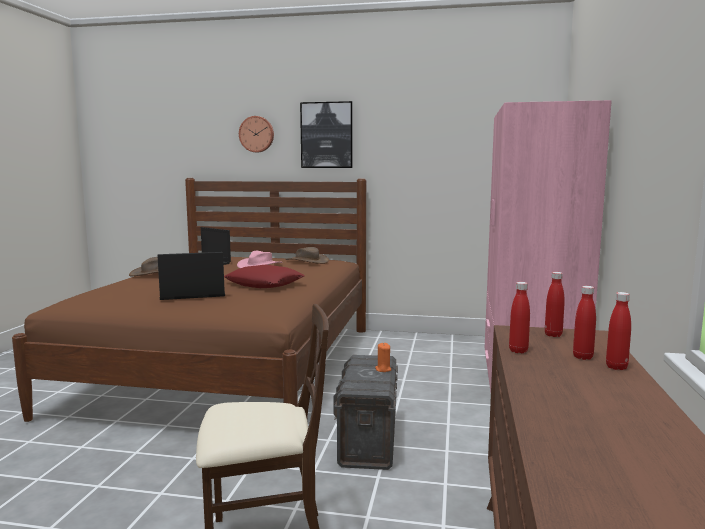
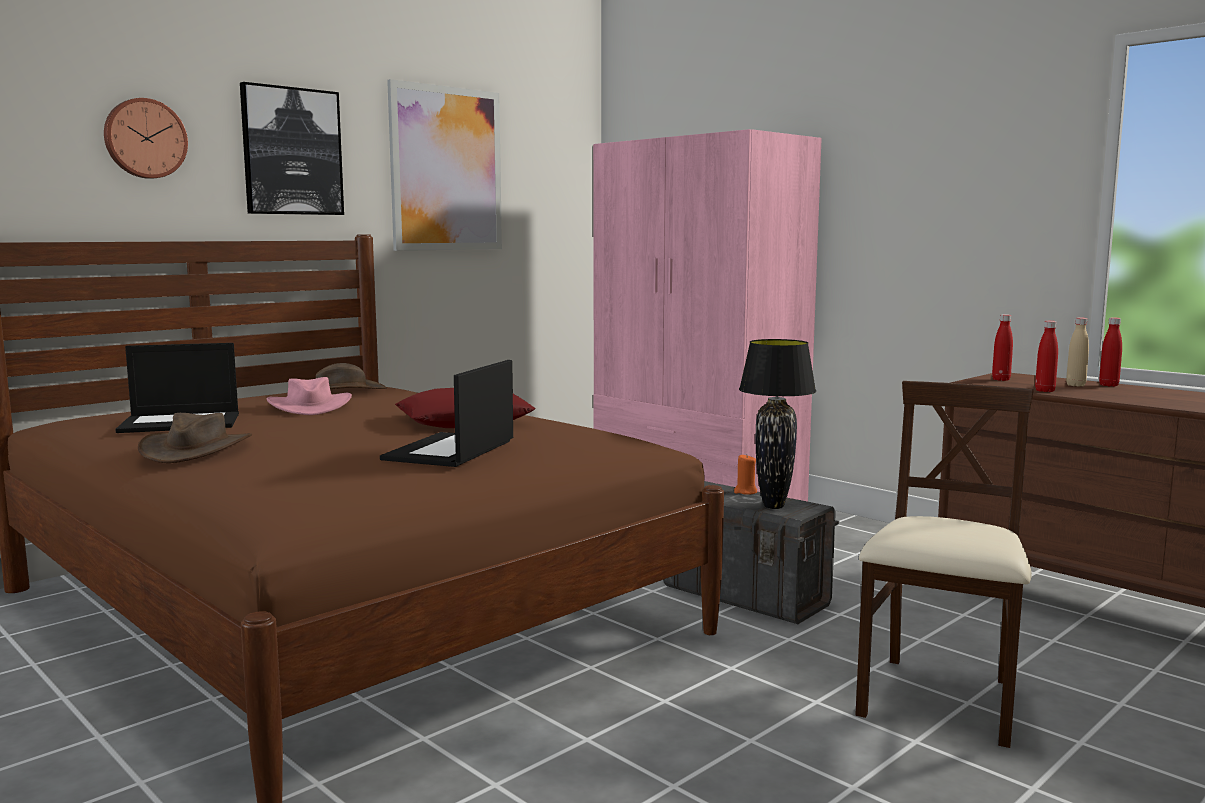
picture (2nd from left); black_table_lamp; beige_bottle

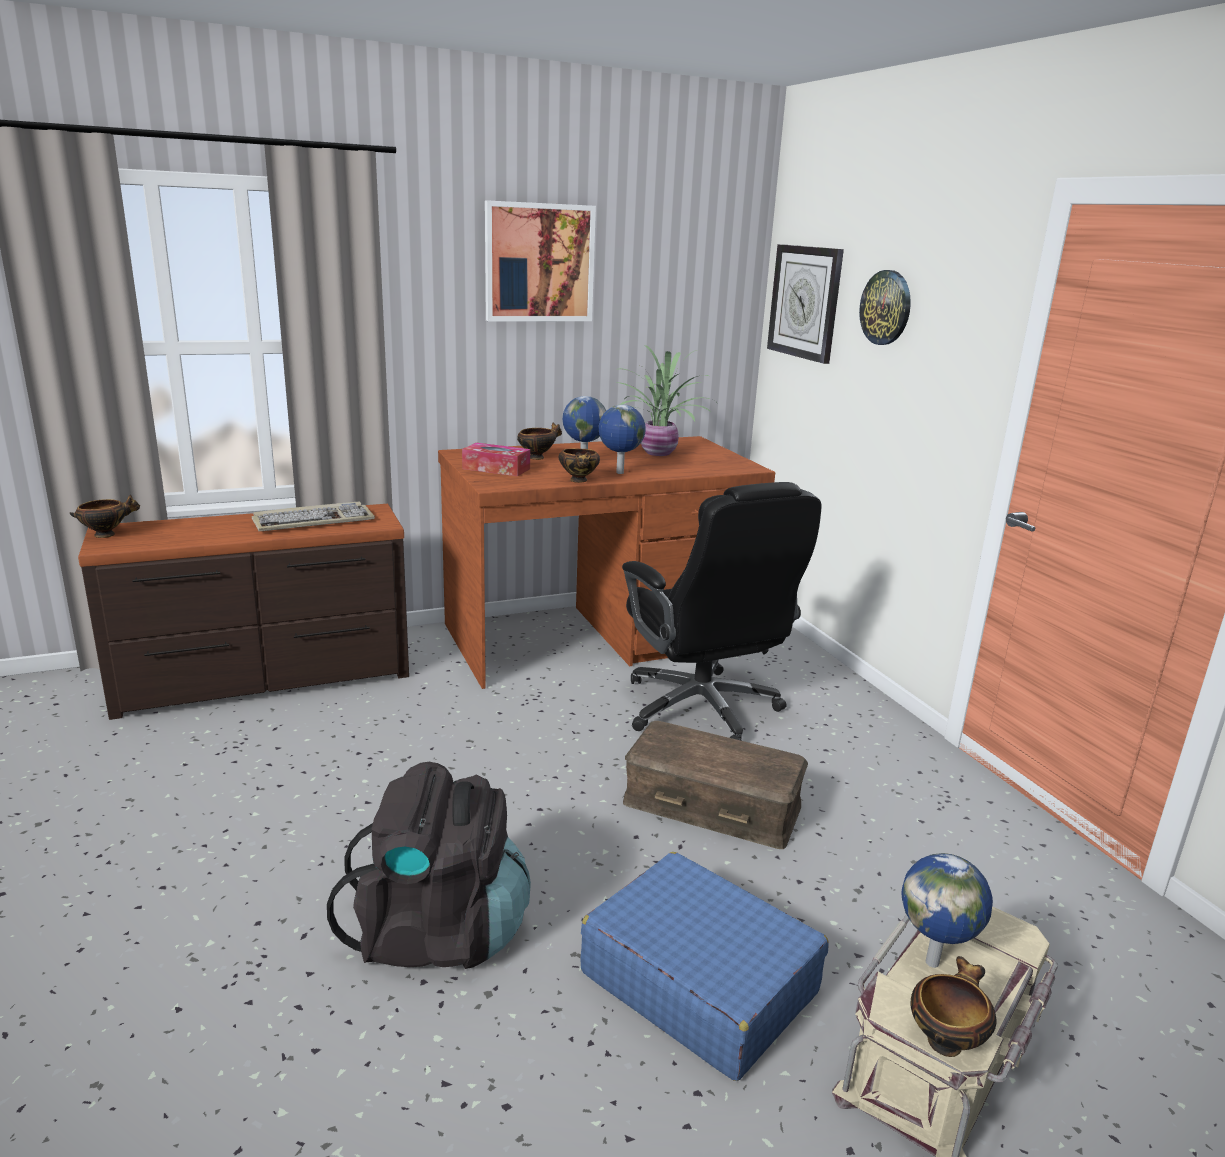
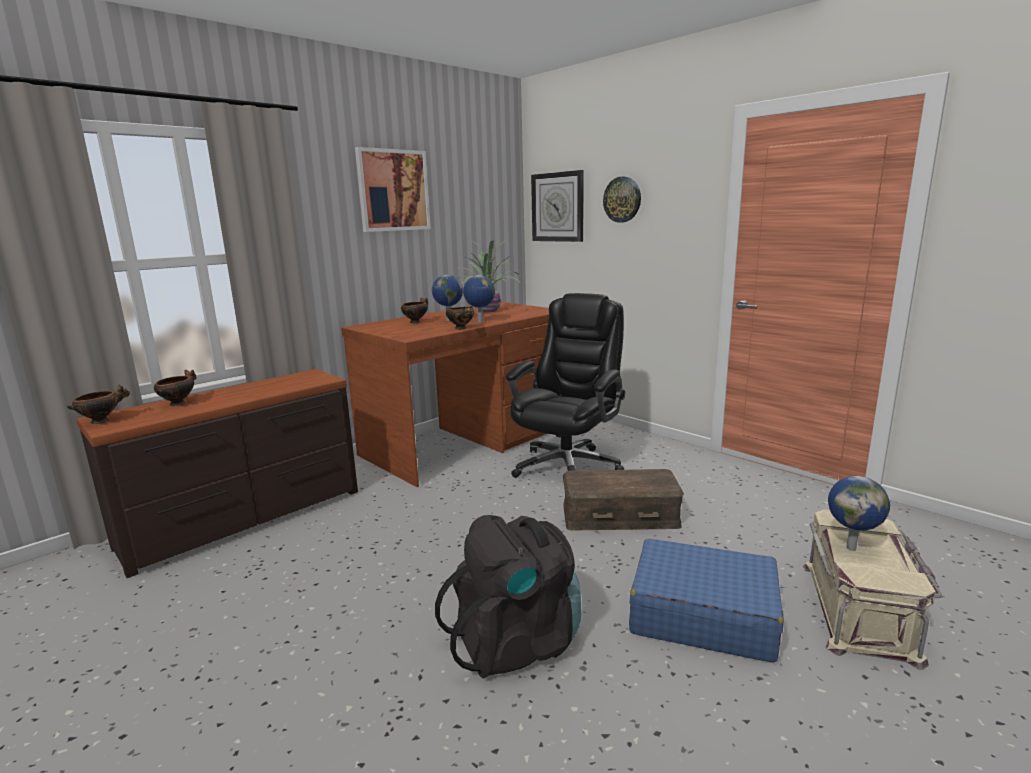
keyboard; tissue_box; bowl (2nd from left); black_office_chair

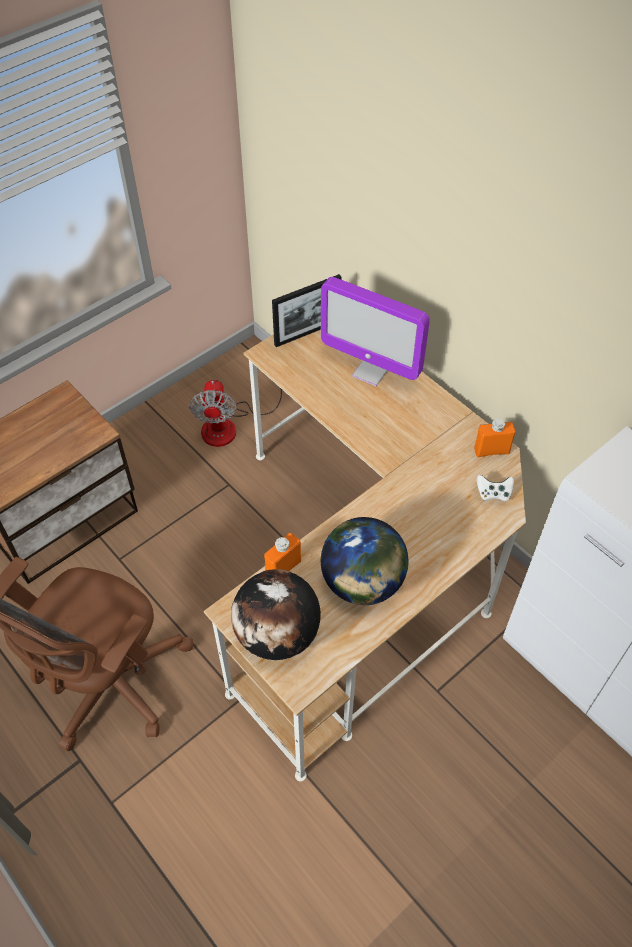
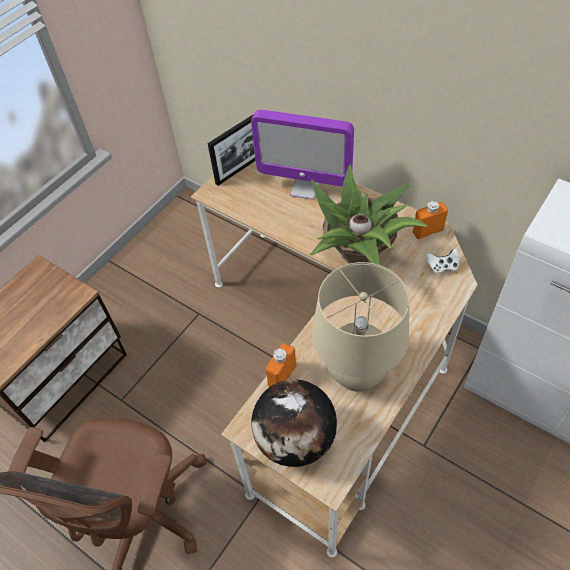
fan; potted_plant; beige_table_lamp

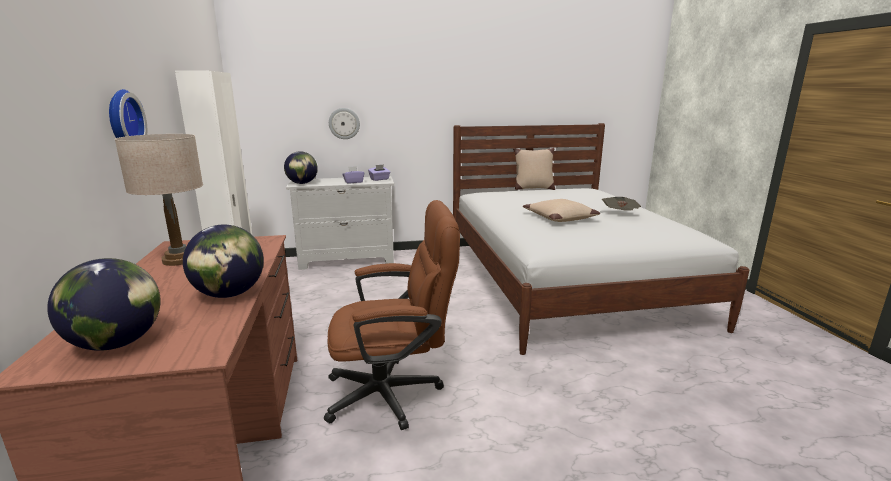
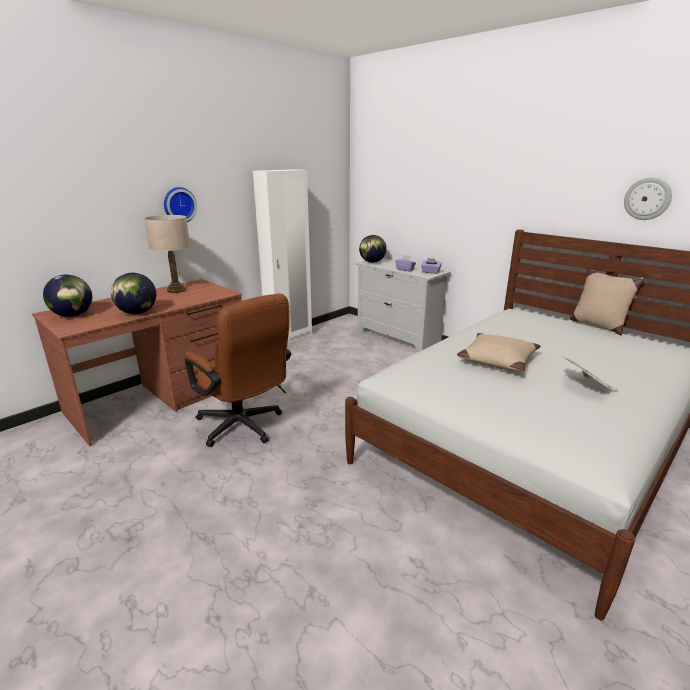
wall_clock (2nd from left)

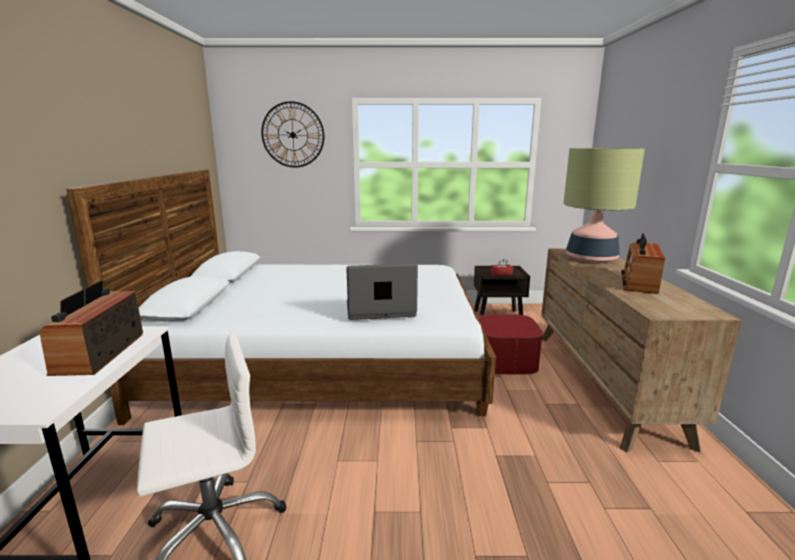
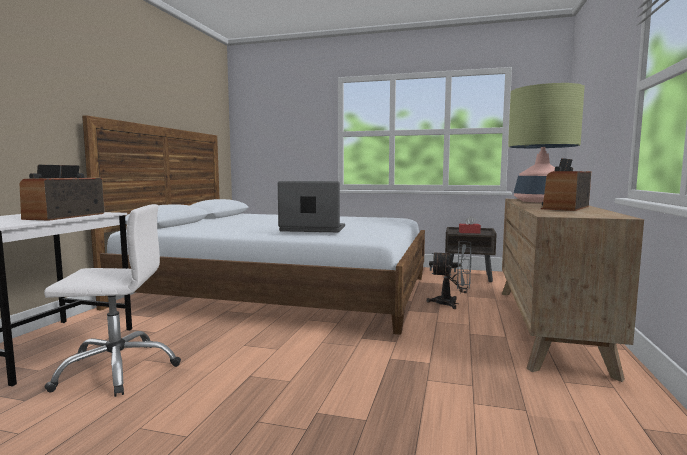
wall_clock; grey_fan

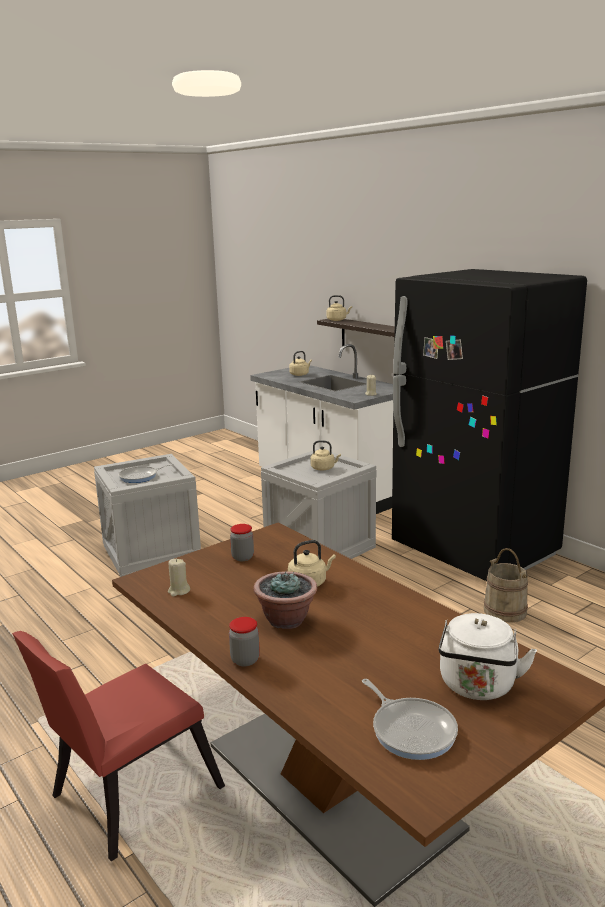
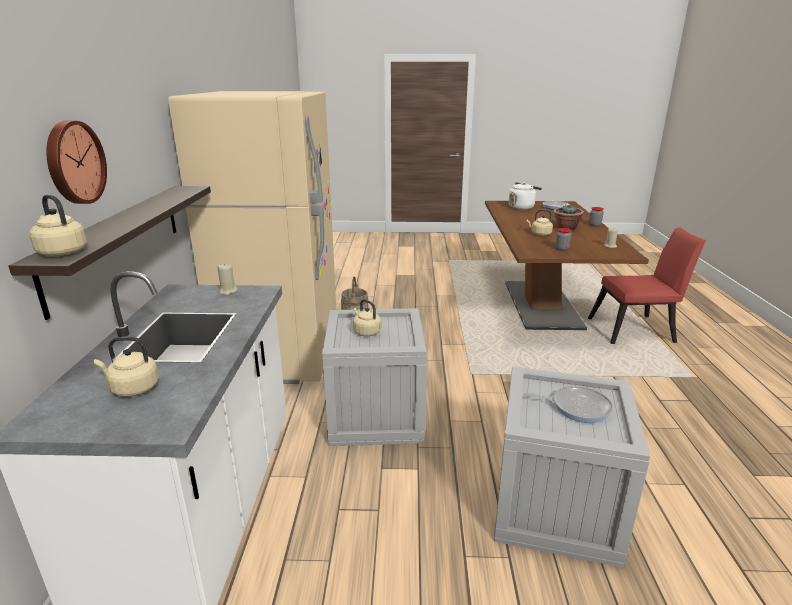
wall_clock; beige_fridge

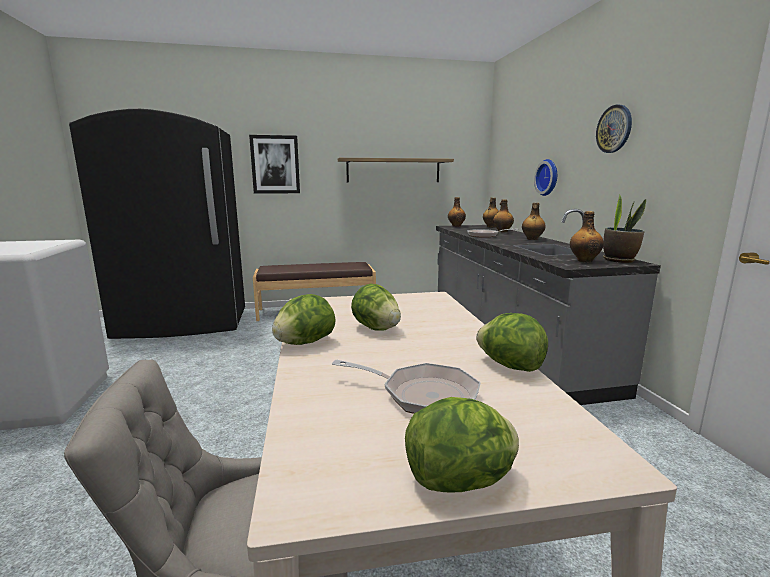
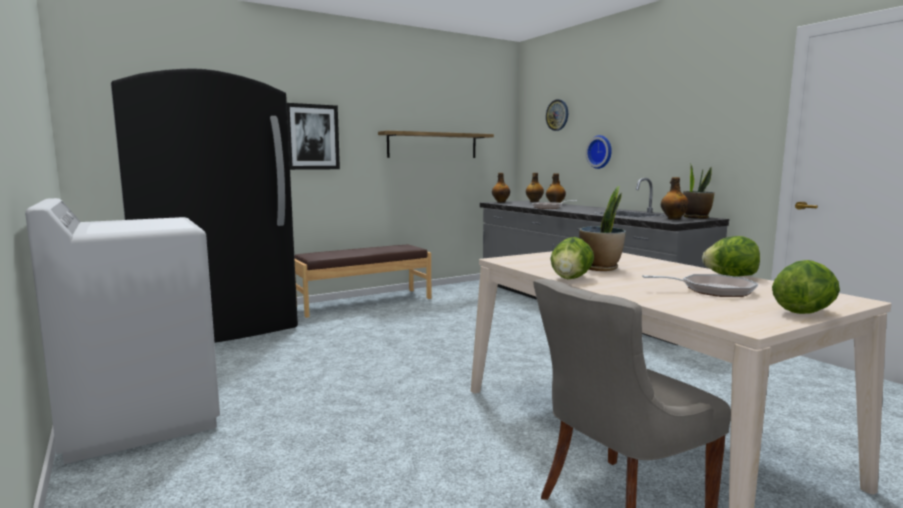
bottle (4th from left in the first image); wall_clock (1st from left); potted_plant (1st from left)

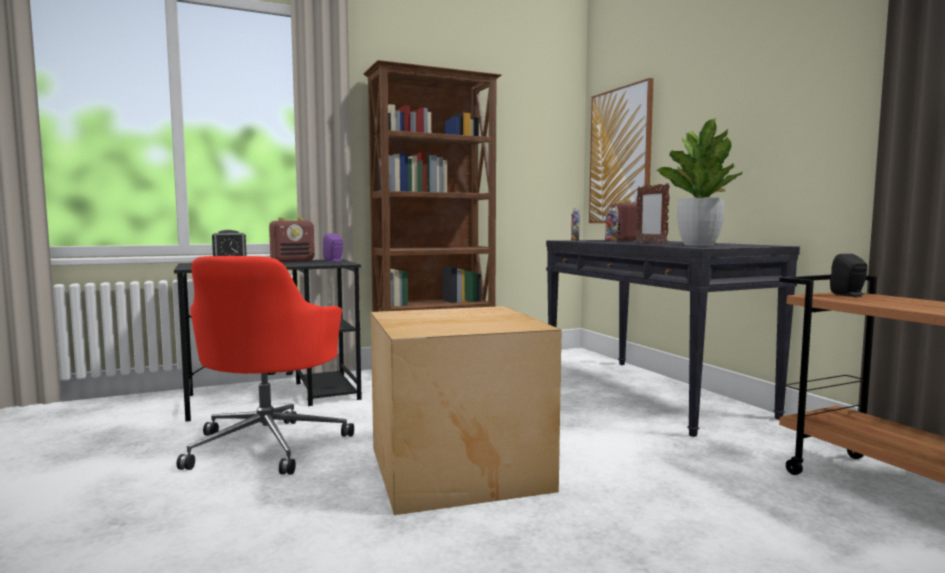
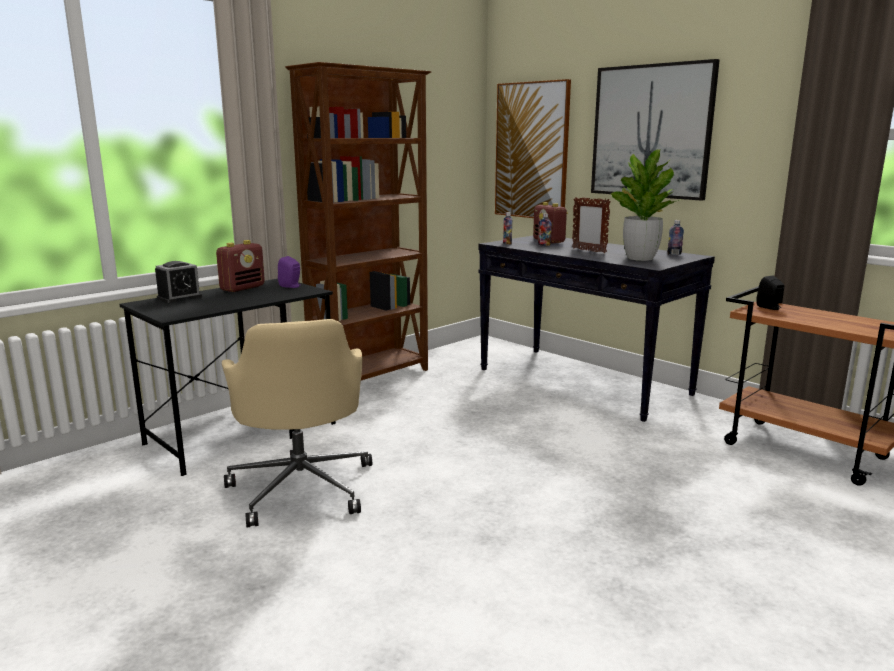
cardboard_box; picture (2nd from left); bottle (3rd from left); beige_office_chair

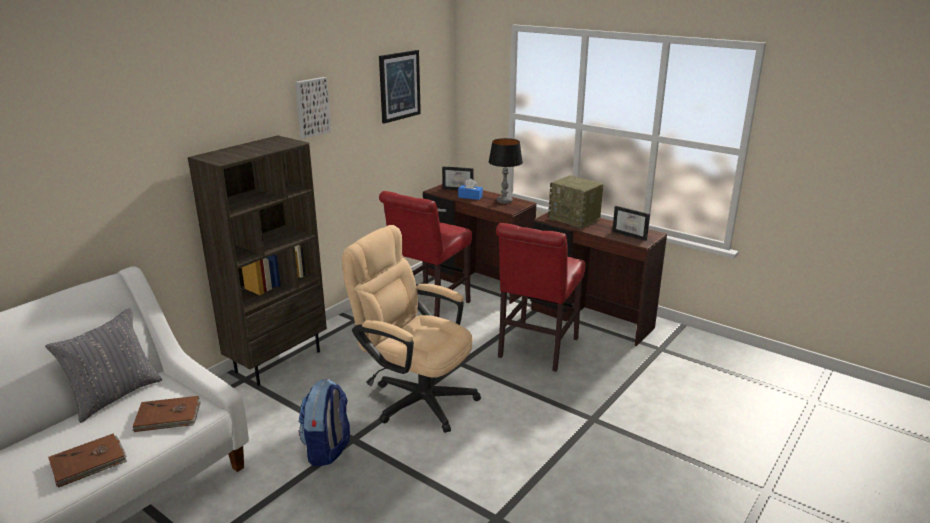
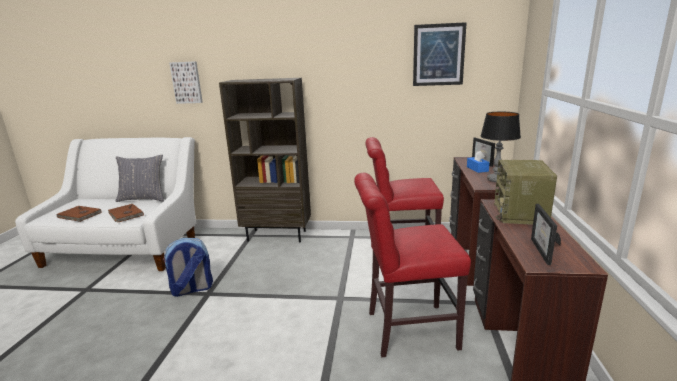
beige_office_chair; picture (1st from left)

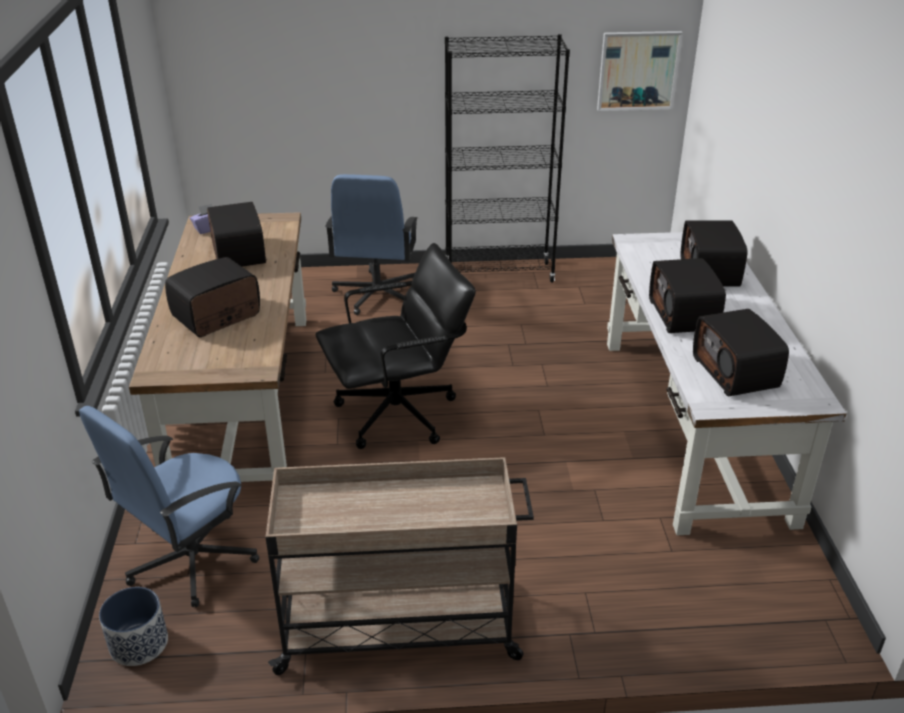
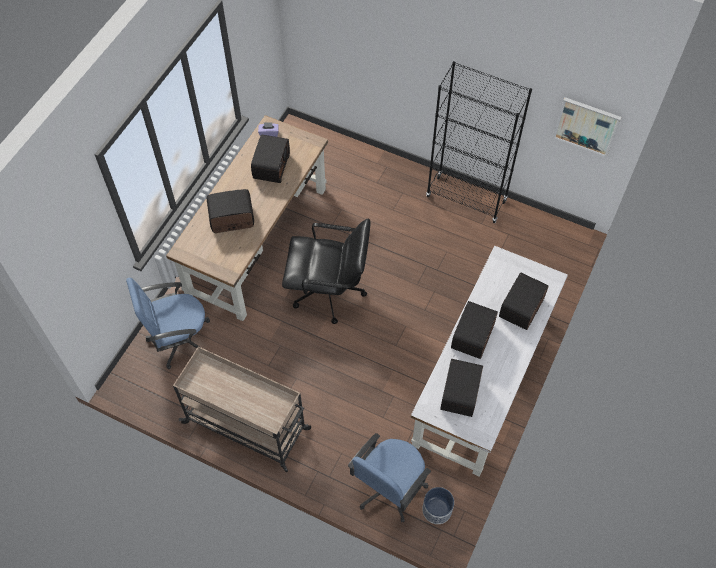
planter; blue_office_chair (2nd from left)

